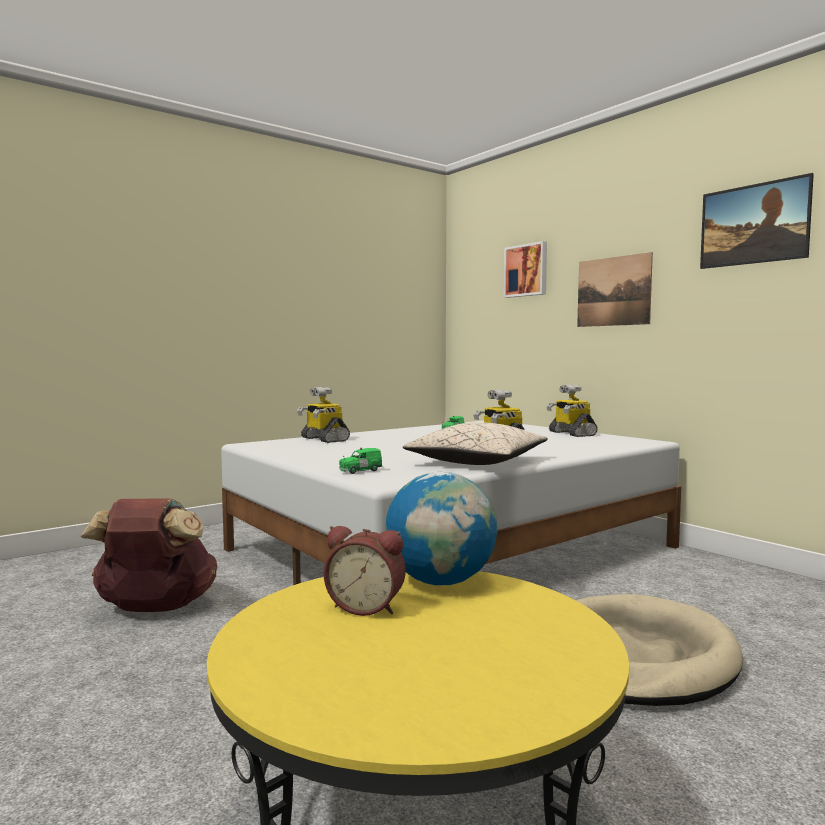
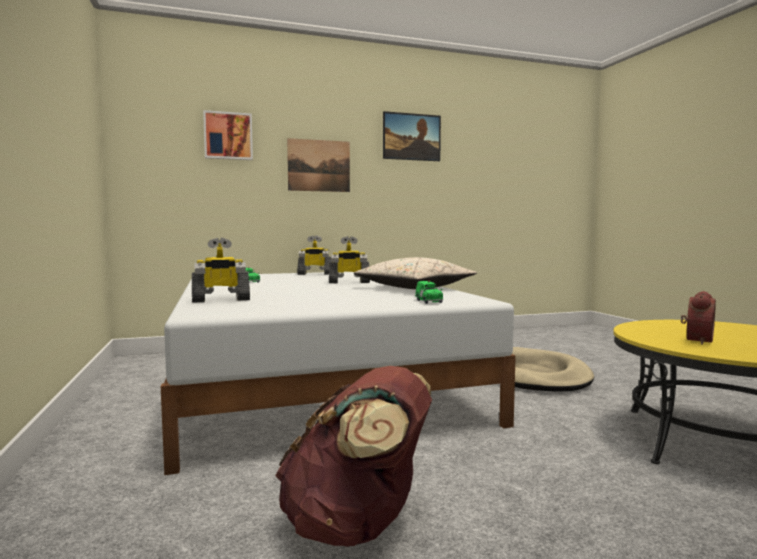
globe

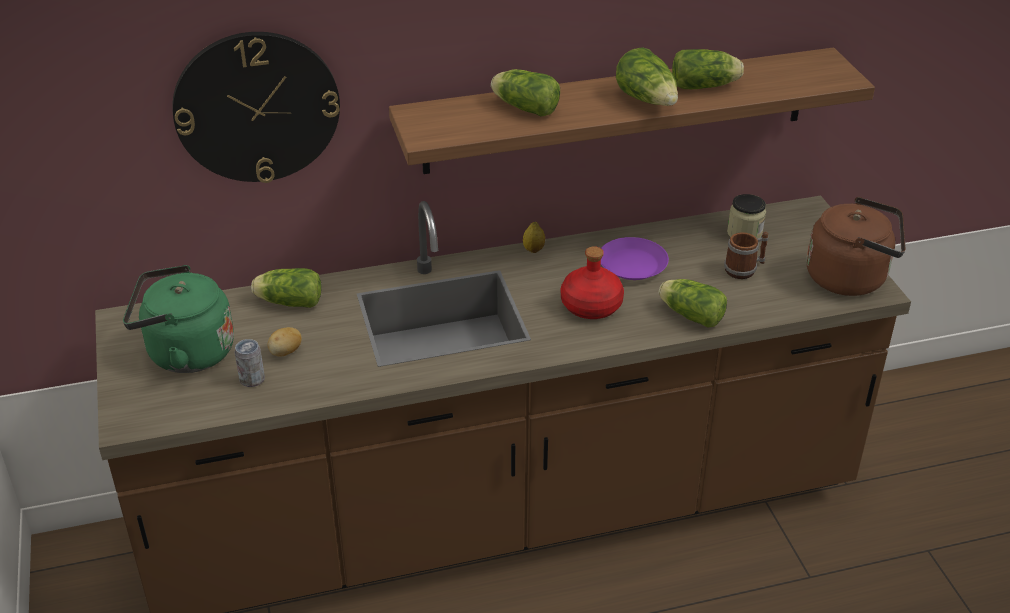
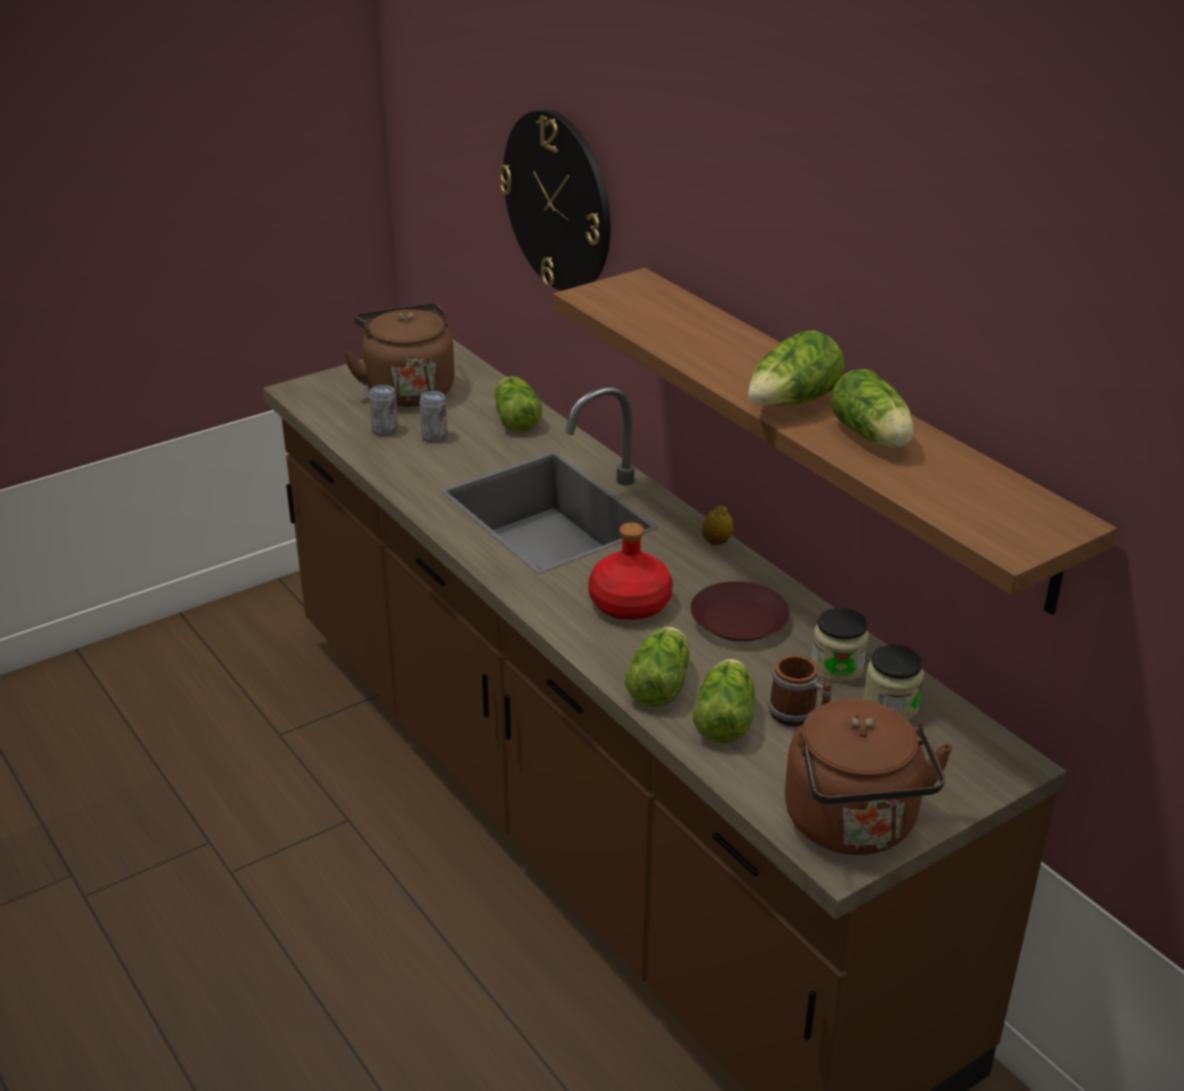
jar (1st from left); lettuce (3rd from left); can (2nd from left); brown_kettle (1st from left); brown_plate

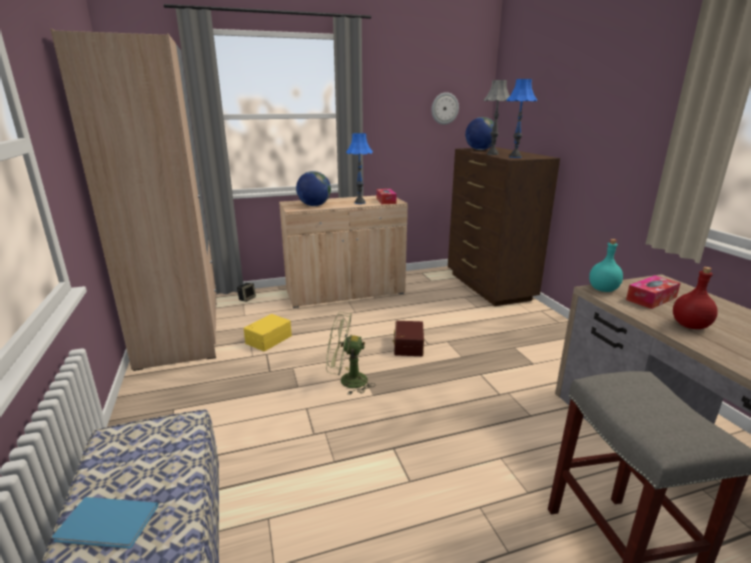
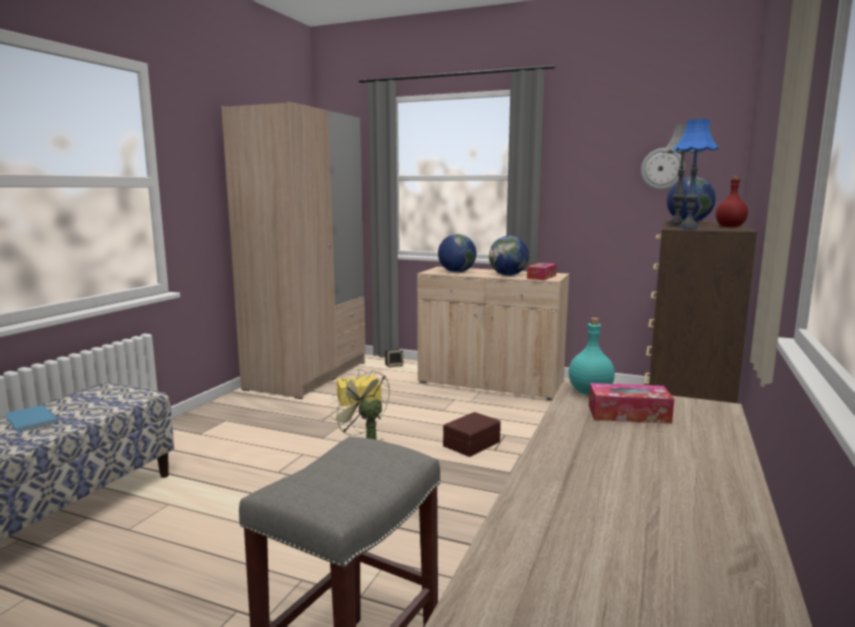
red_bottle; globe (2nd from left)

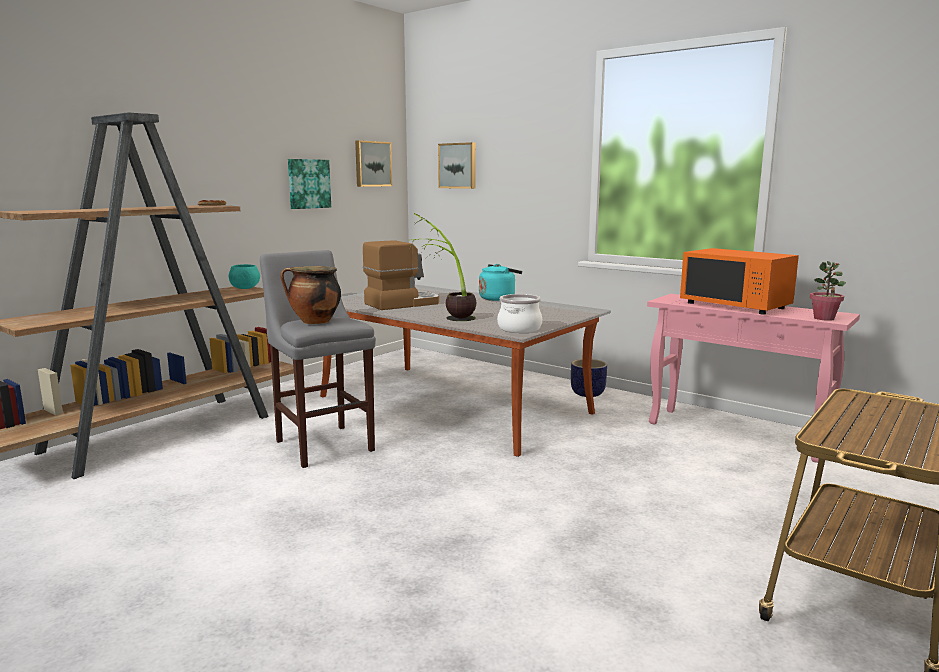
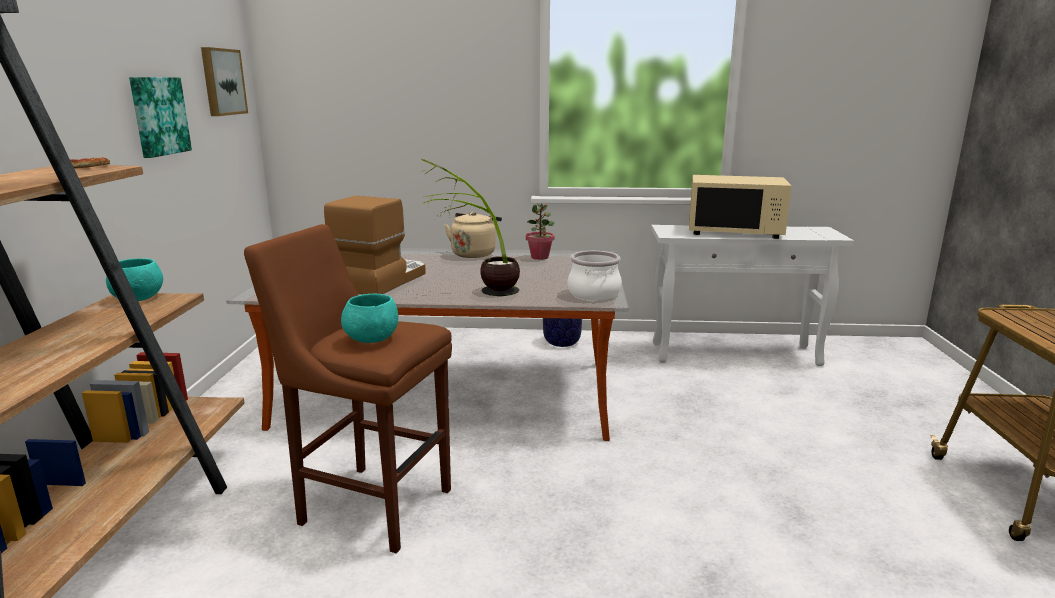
picture (3rd from left in the first image); potted_plant (2nd from left); turquoise_bowl (2nd from left); brown_stool; beige_kettle; white_console_table; beige_microwave

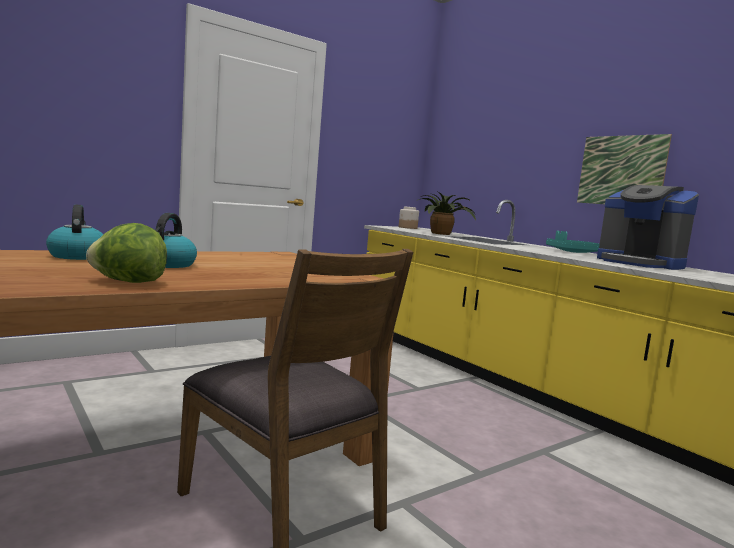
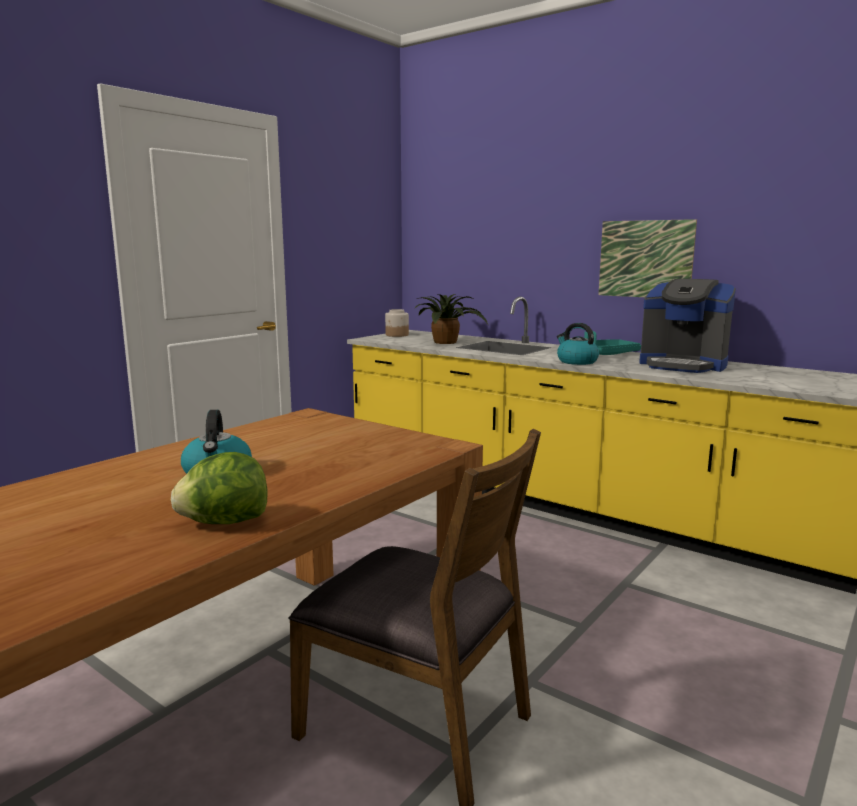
kettle (2nd from left)

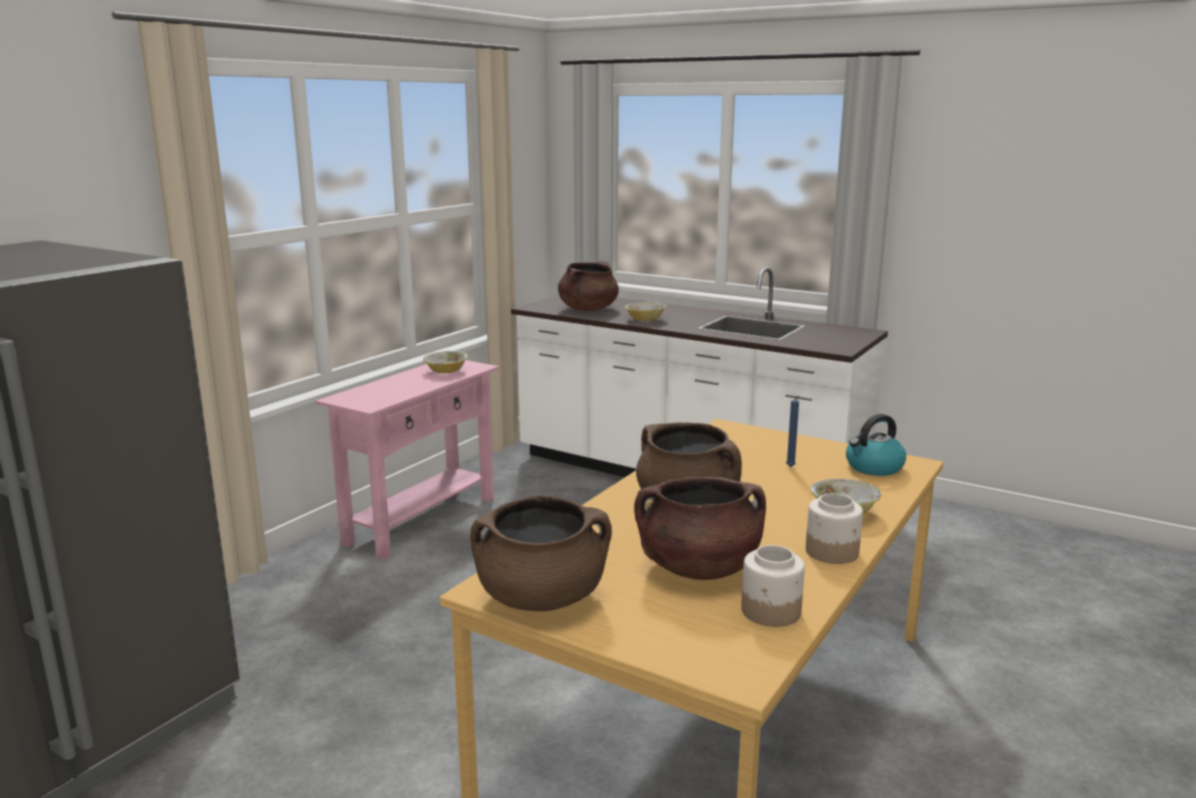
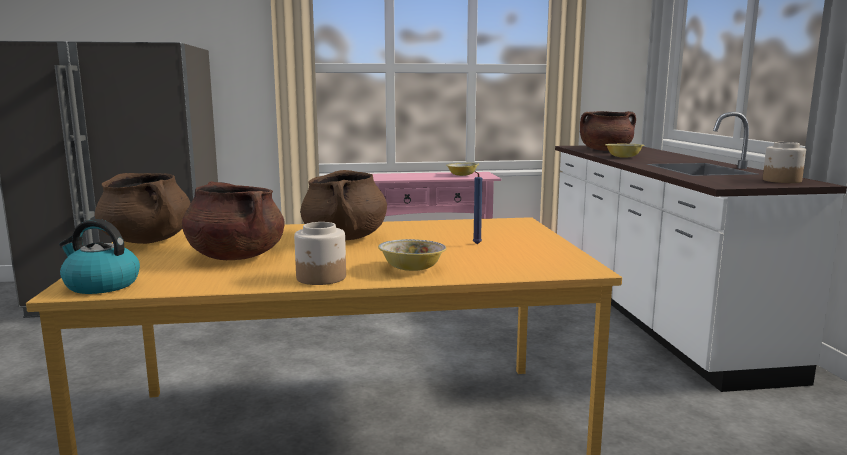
jar (2nd from left); kettle

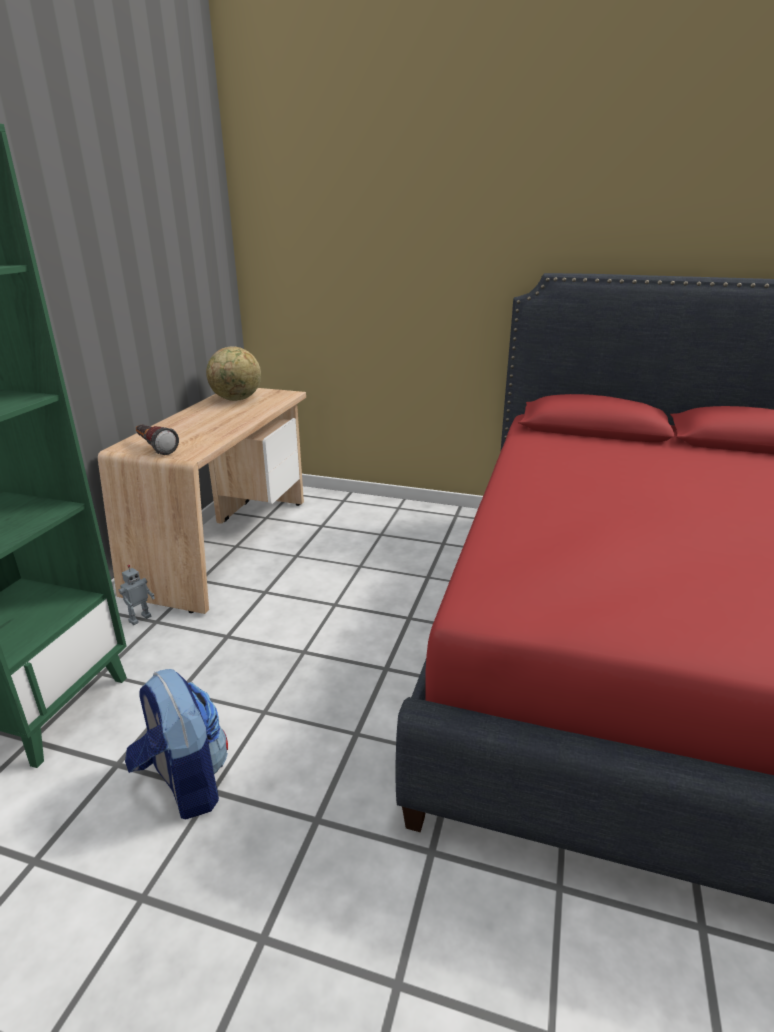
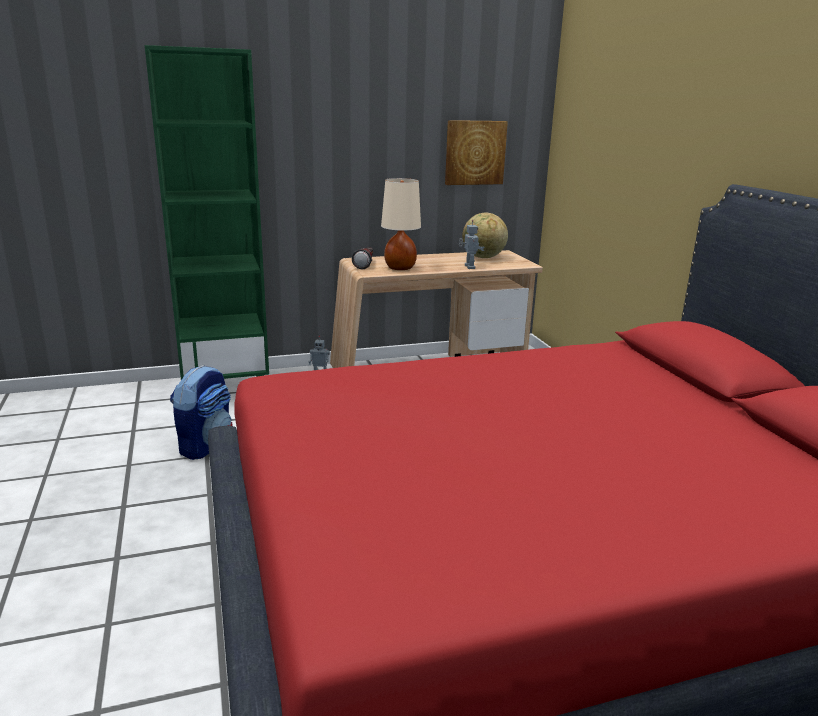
beige_table_lamp; picture; toy_robot (2nd from left)

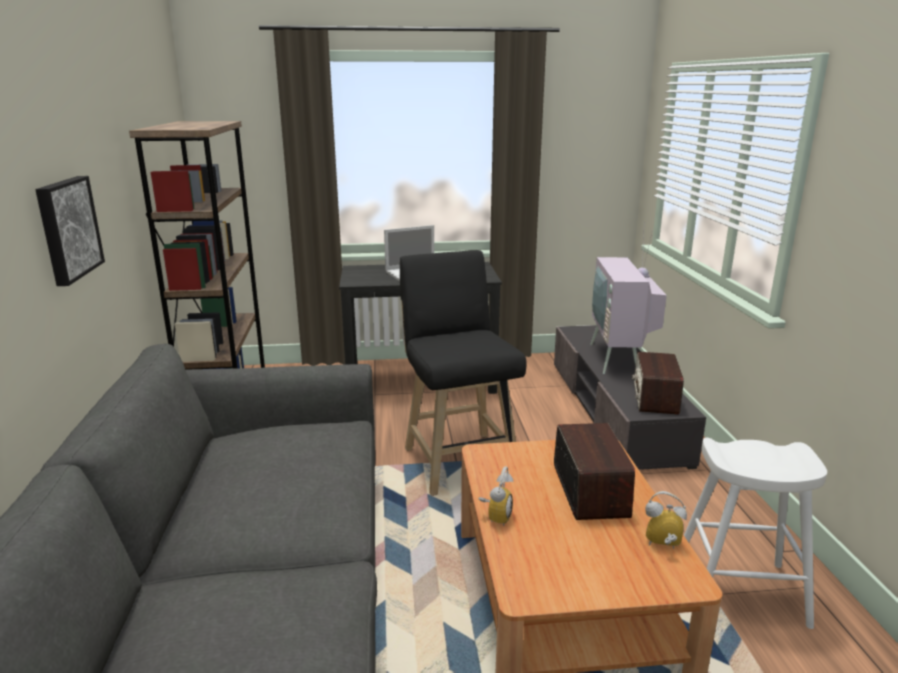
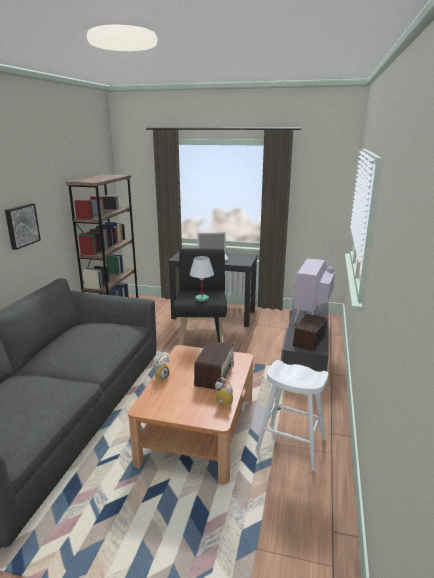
white_table_lamp

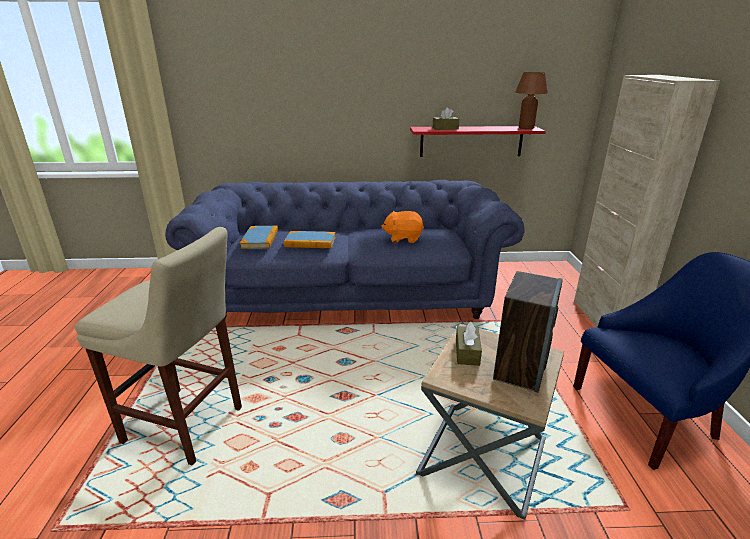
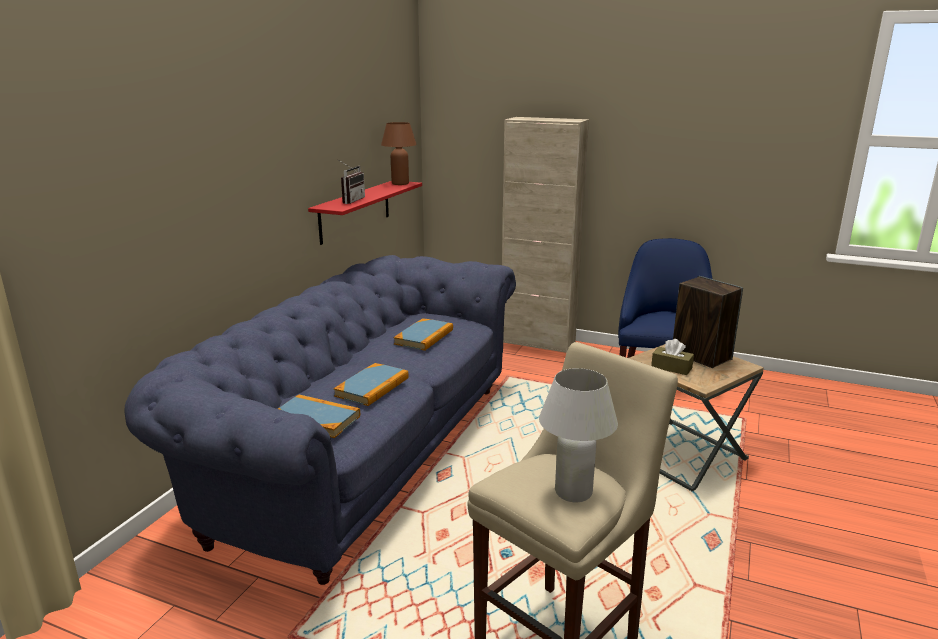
white_table_lamp; book (3rd from left); radio

